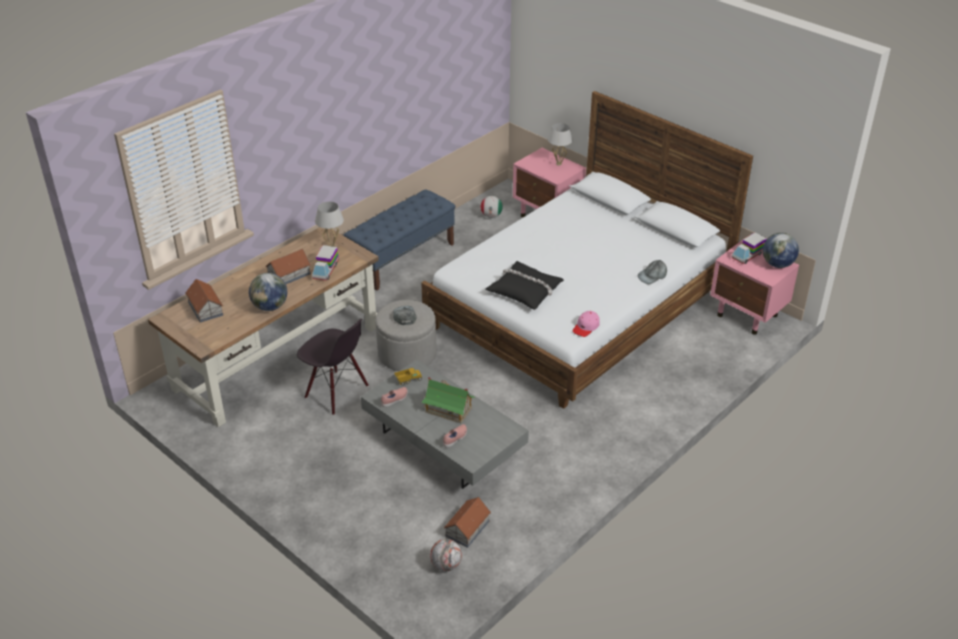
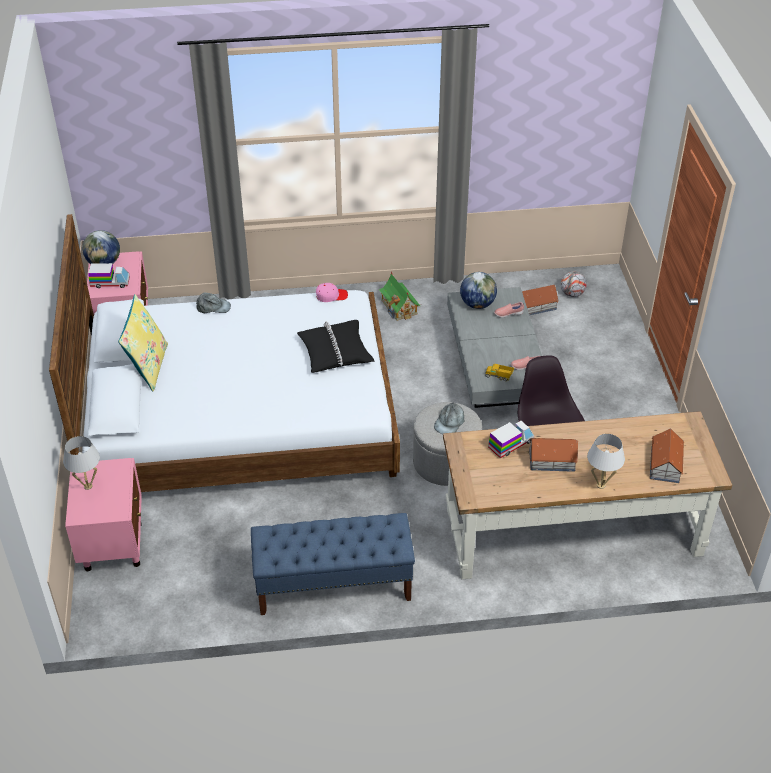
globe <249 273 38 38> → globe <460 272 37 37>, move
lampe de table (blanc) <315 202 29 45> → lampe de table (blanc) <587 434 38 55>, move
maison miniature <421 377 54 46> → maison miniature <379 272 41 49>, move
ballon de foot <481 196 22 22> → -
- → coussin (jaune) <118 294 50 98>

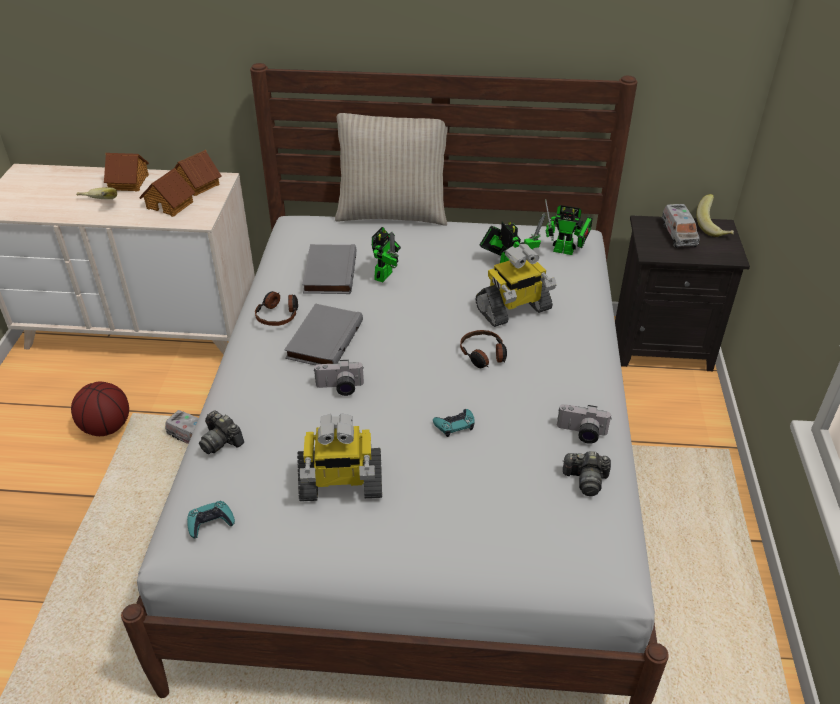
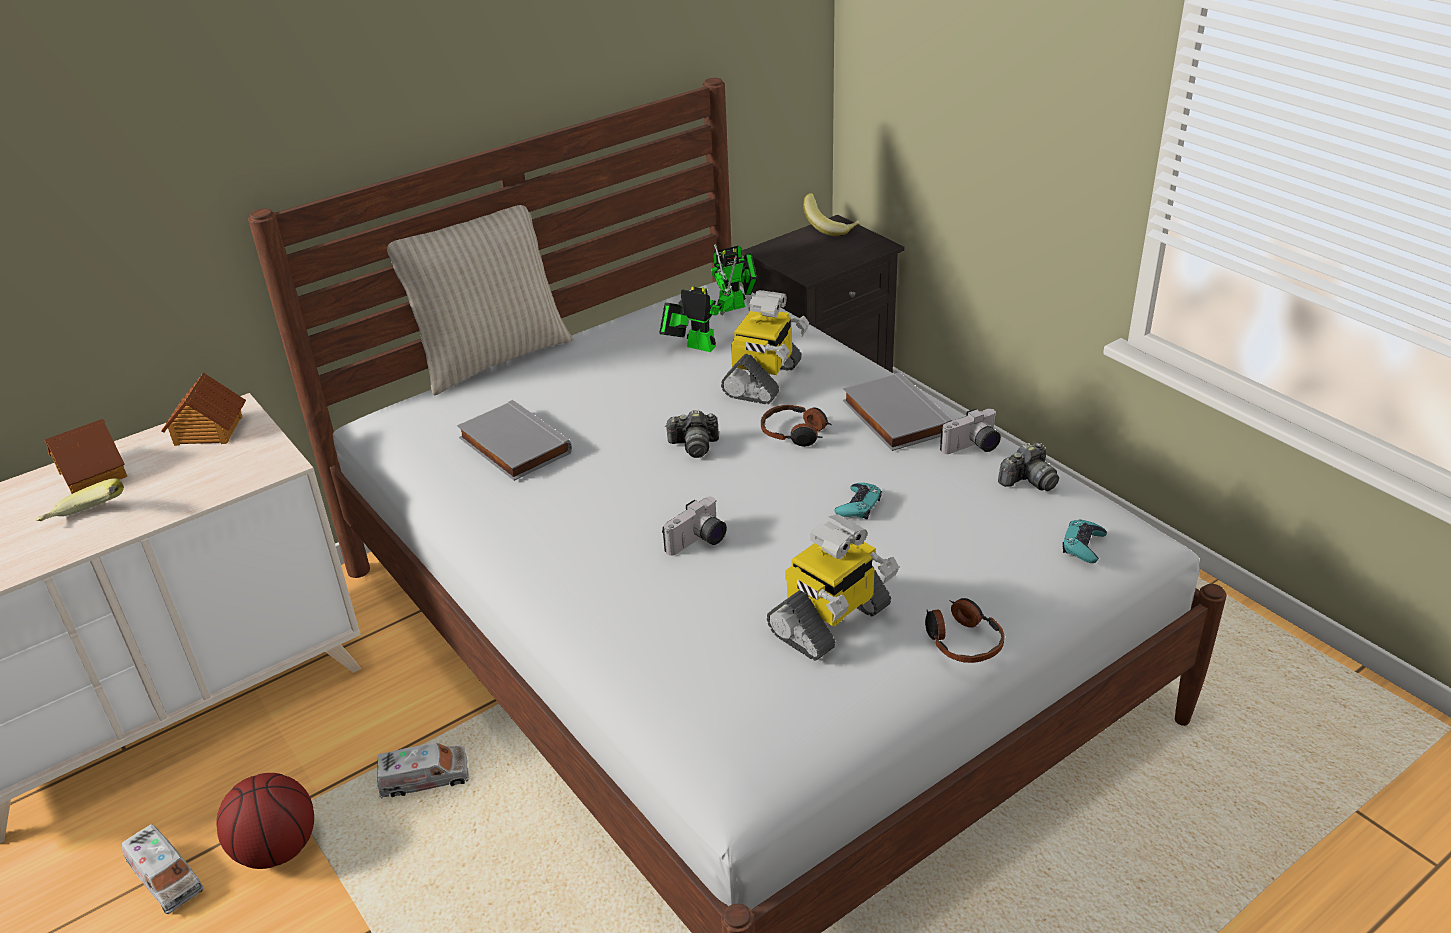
maison miniature <139 168 57 49> → -
manette (turquoise) <187 501 48 37> → manette (turquoise) <1062 519 45 44>, move
appareil photo <199 410 45 44> → appareil photo <665 410 54 48>, move
casque audio <255 291 43 35> → casque audio <925 598 79 65>, move
livre (gris) <284 303 79 62> → livre (gris) <843 372 109 79>, move
robot jouet <372 227 29 55> → -
camion jouet <661 204 39 44> → camion jouet <122 824 81 90>, move

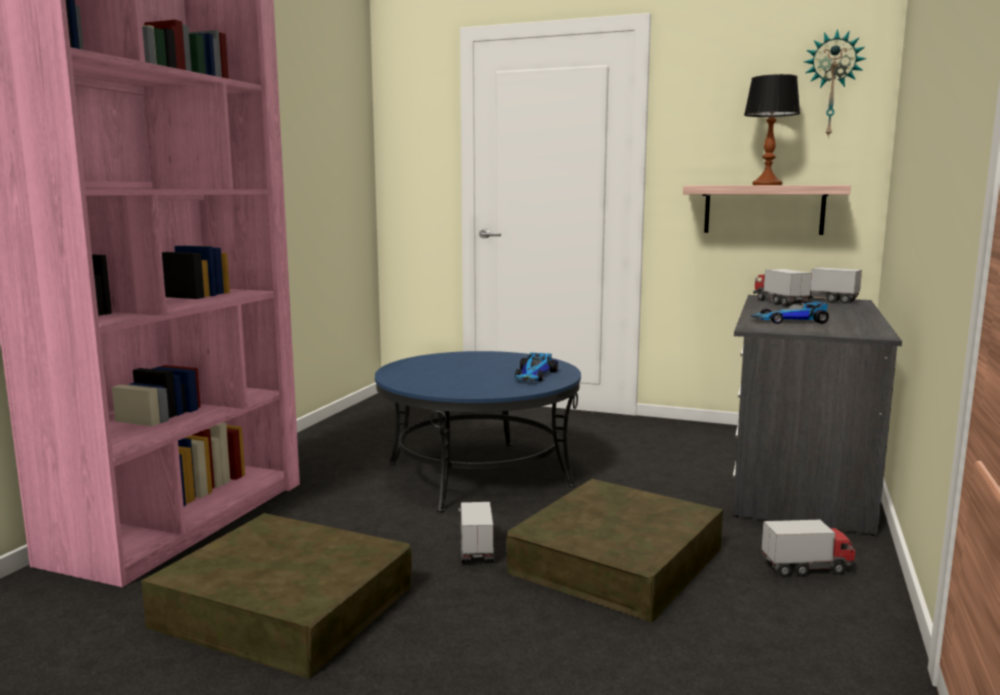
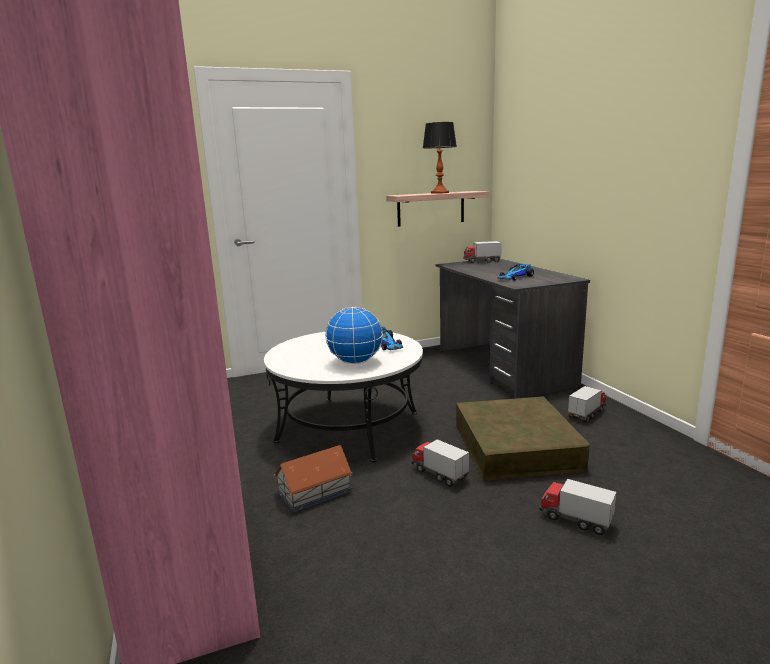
boîte de rangement (marron) <141 513 271 165> → -
table basse (bleu) <375 351 206 162> → table basse (blanc) <264 332 159 130>
camion jouet <753 269 59 37> → camion jouet <540 479 77 56>, move
horloge murale <804 29 63 110> → -
- → maison miniature <274 445 79 68>
- → globe <325 307 58 57>

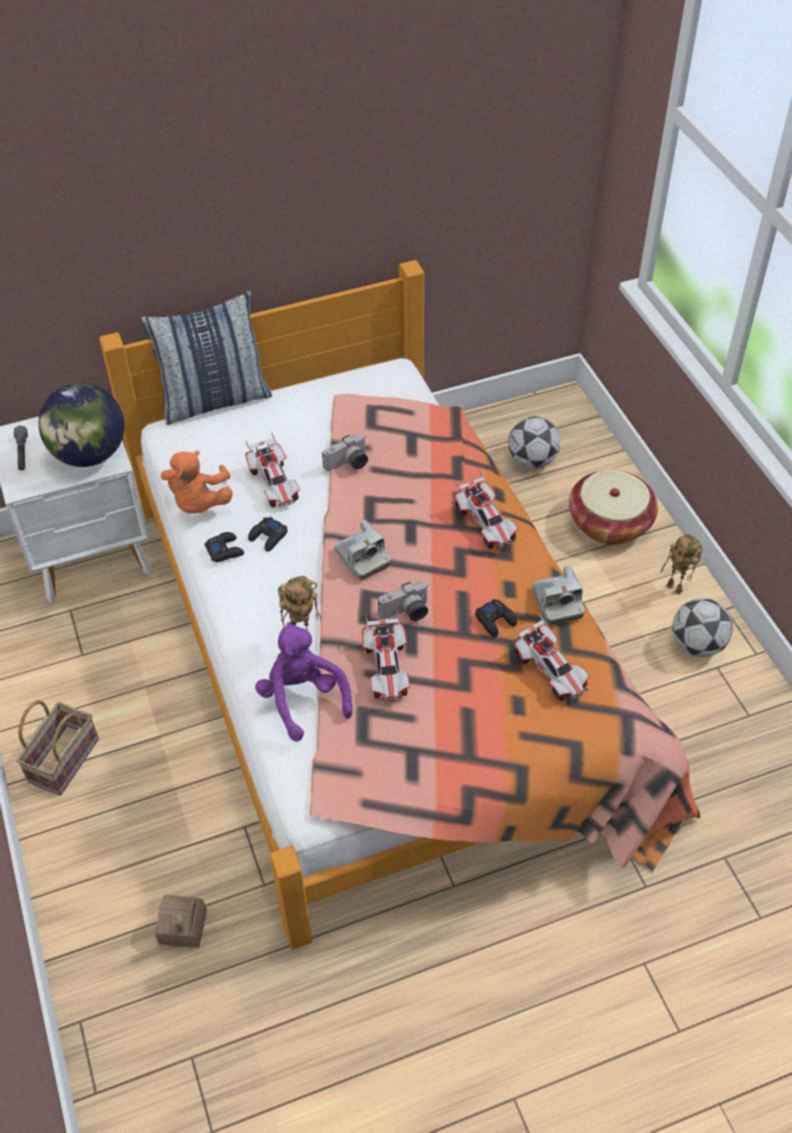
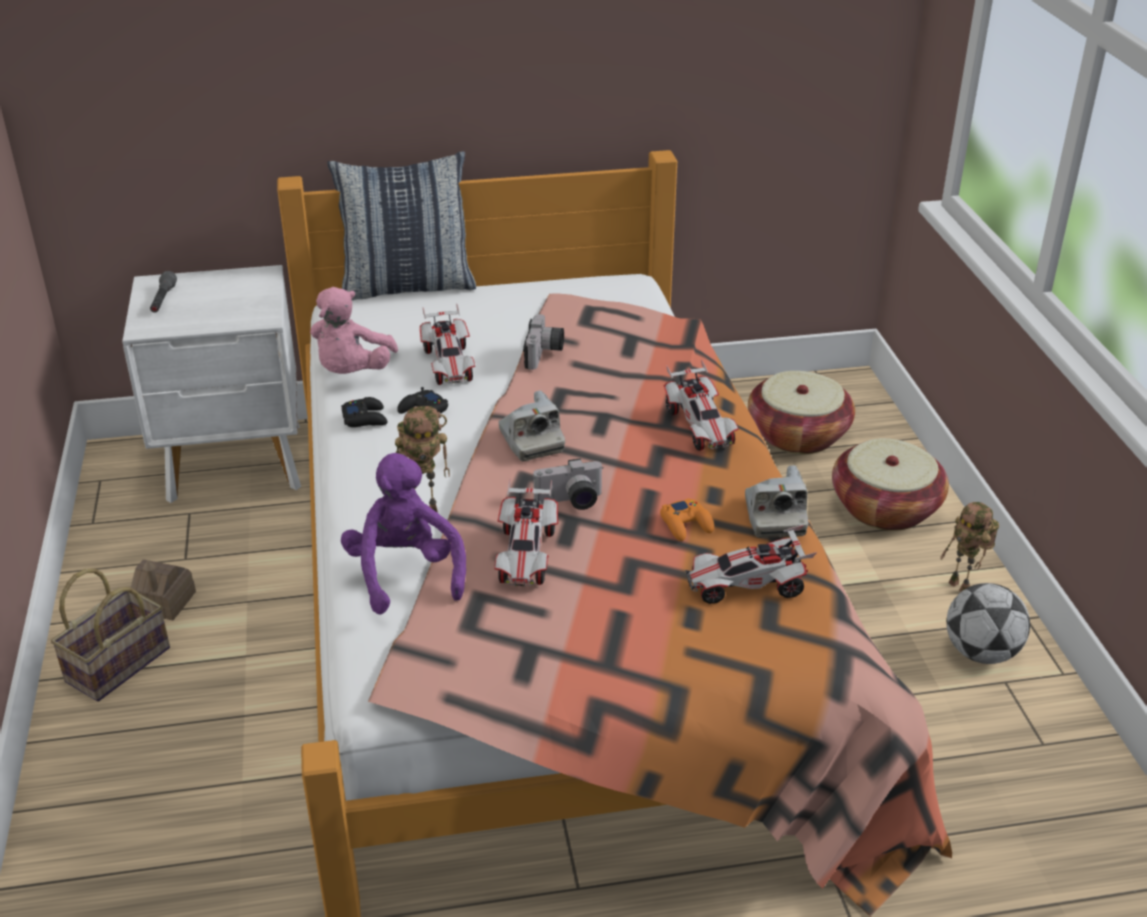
globe <39 383 85 84> → -
maison miniature <155 895 52 53> → maison miniature <131 560 65 60>, move
peluche (orange) <161 451 72 63> → peluche (rose) <310 287 88 87>
appareil photo <322 433 46 38> → appareil photo <523 314 41 56>, 60 degrees counterclockwise
manette (noir) <475 599 42 38> → manette (orange) <660 498 54 43>
ballon de foot <508 416 52 53> → panier <748 371 107 83>
petite voiture <513 613 77 88> → petite voiture <685 525 132 79>, 105 degrees clockwise

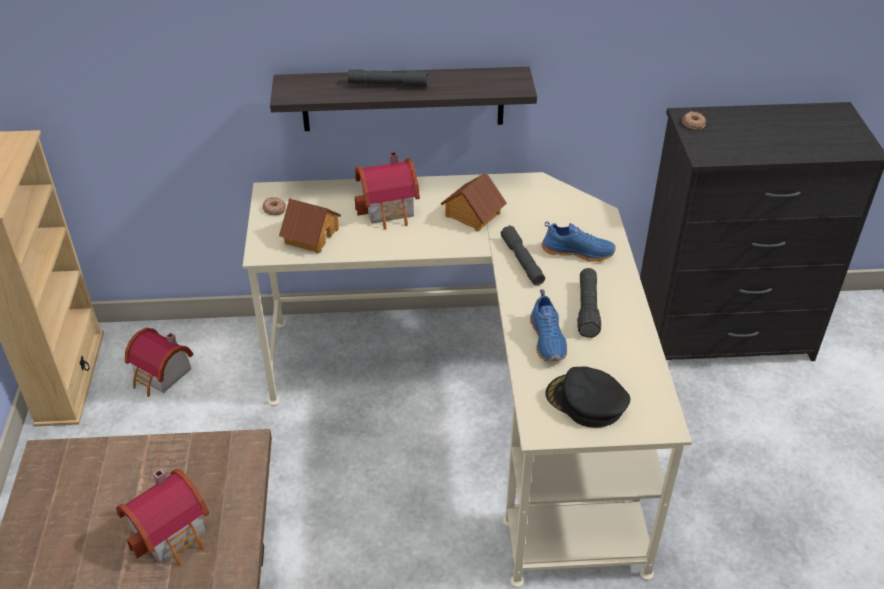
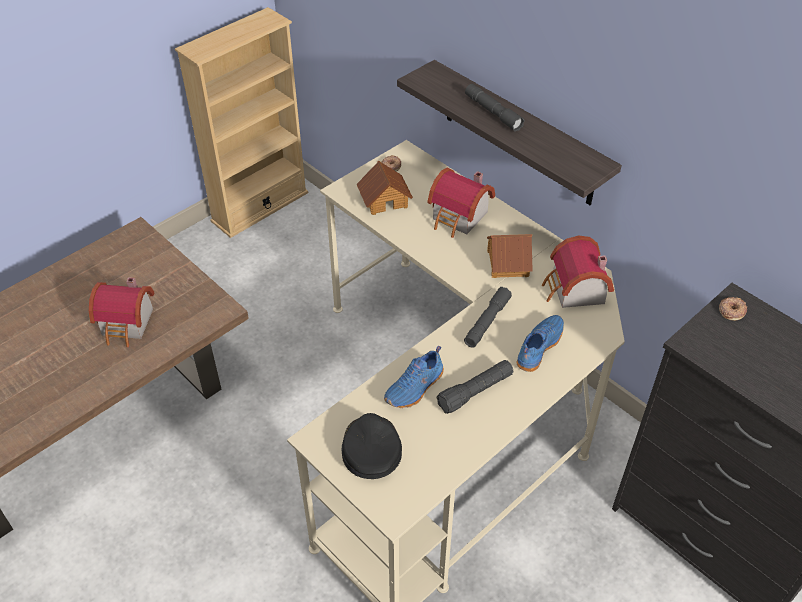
maison miniature <125 328 69 69> → maison miniature <542 235 72 73>, move
chaussure (bleu) <541 222 75 40> → chaussure (bleu) <516 315 48 57>, 120 degrees counterclockwise

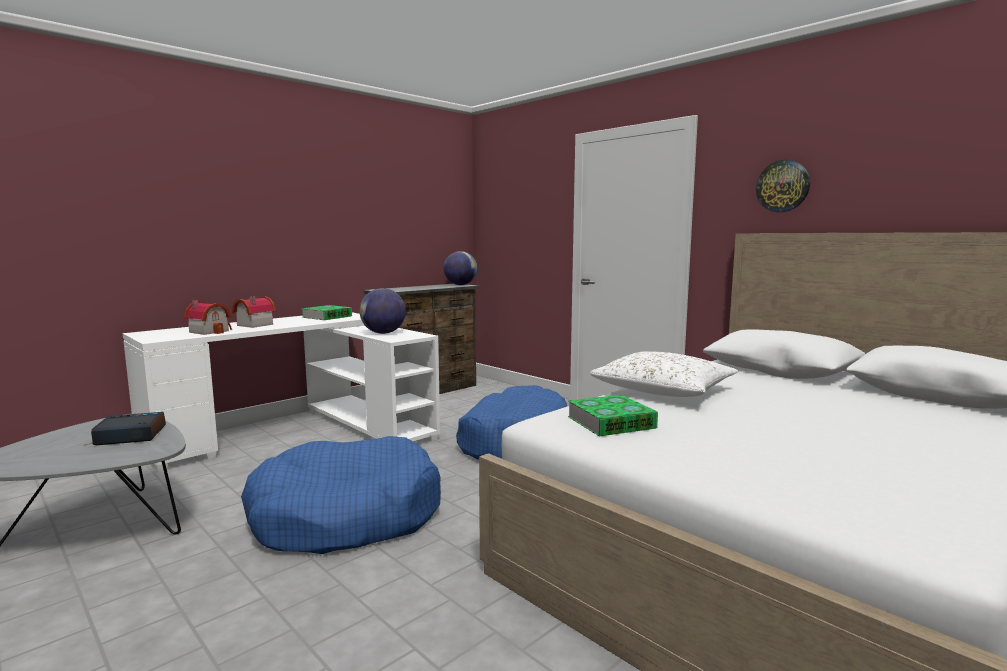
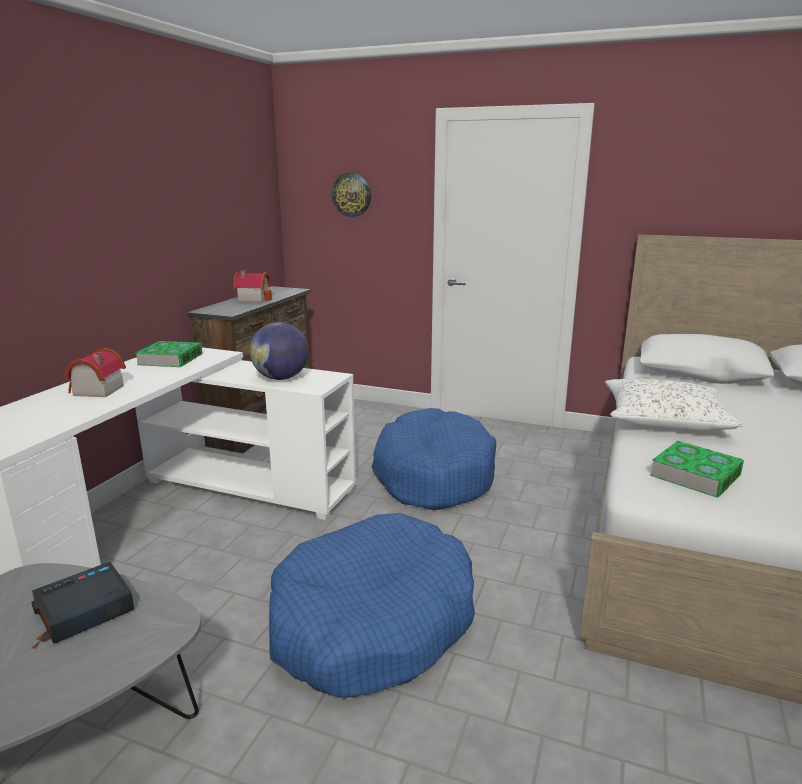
maison miniature <184 300 48 35> → maison miniature <233 271 39 31>, move
globe <443 251 34 34> → -
horloge murale <756 160 54 52> → horloge murale <332 173 39 44>, move

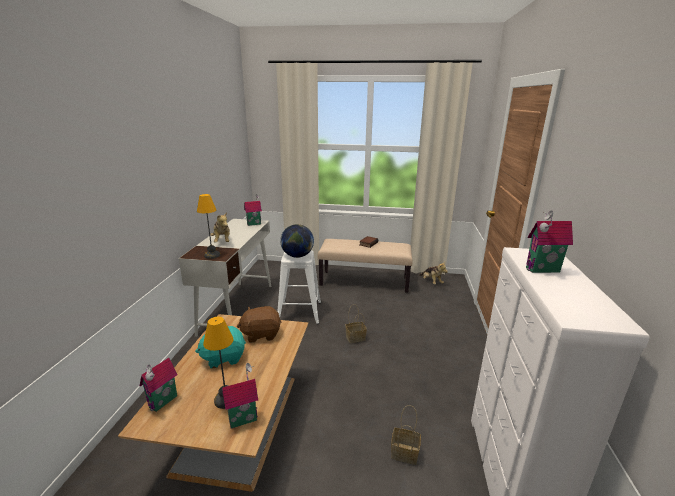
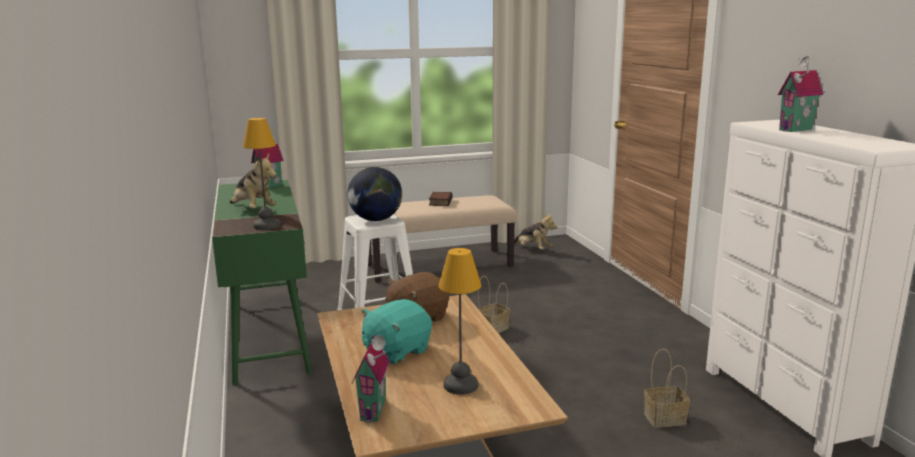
bureau (blanc) <179 219 92 118> → bureau (vert) <212 180 100 205>
maison miniature <222 363 36 66> → -

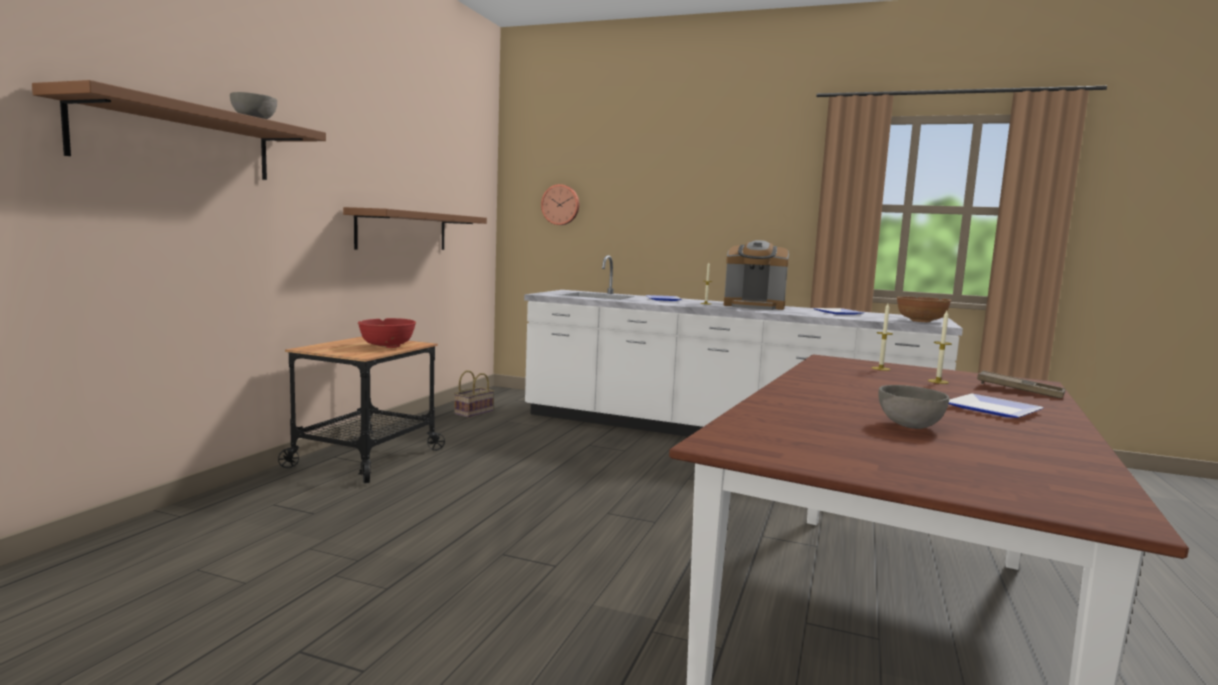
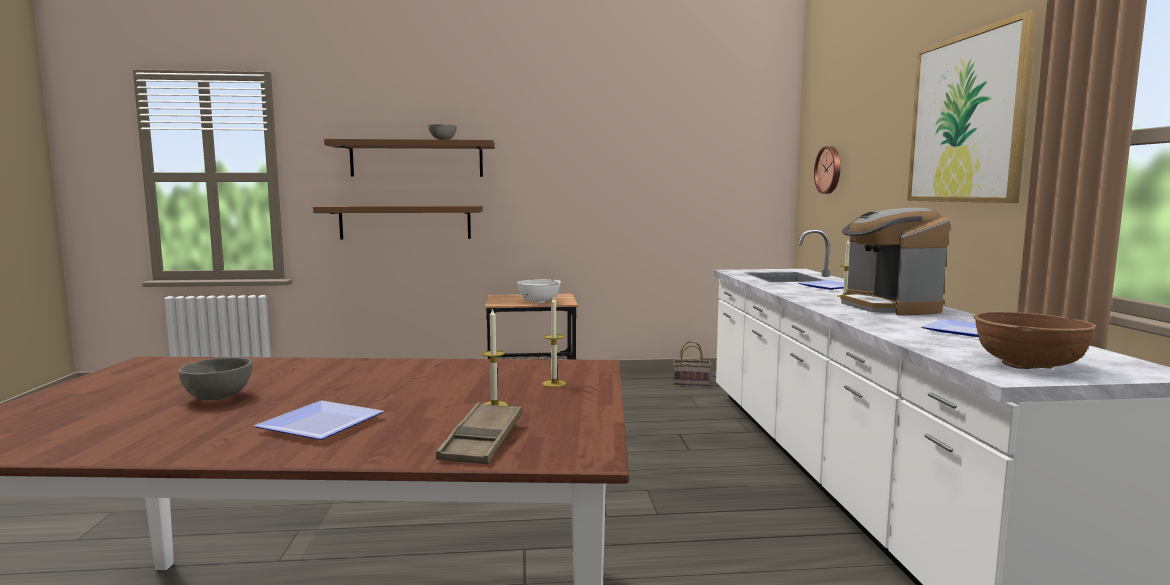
étagère (marron) <343 207 144 43> → étagère (marron) <313 206 170 34>, move
bol (rouge) <358 318 58 30> → bol (blanc) <517 279 44 24>
- → tableau <907 11 130 192>

